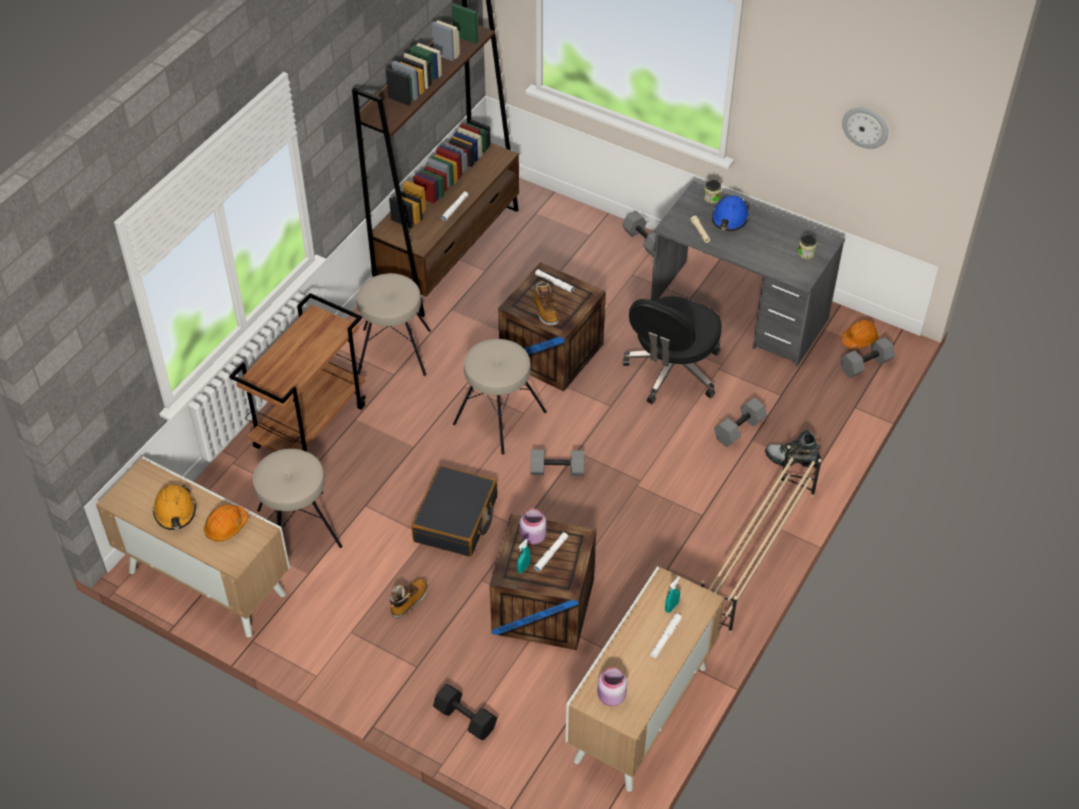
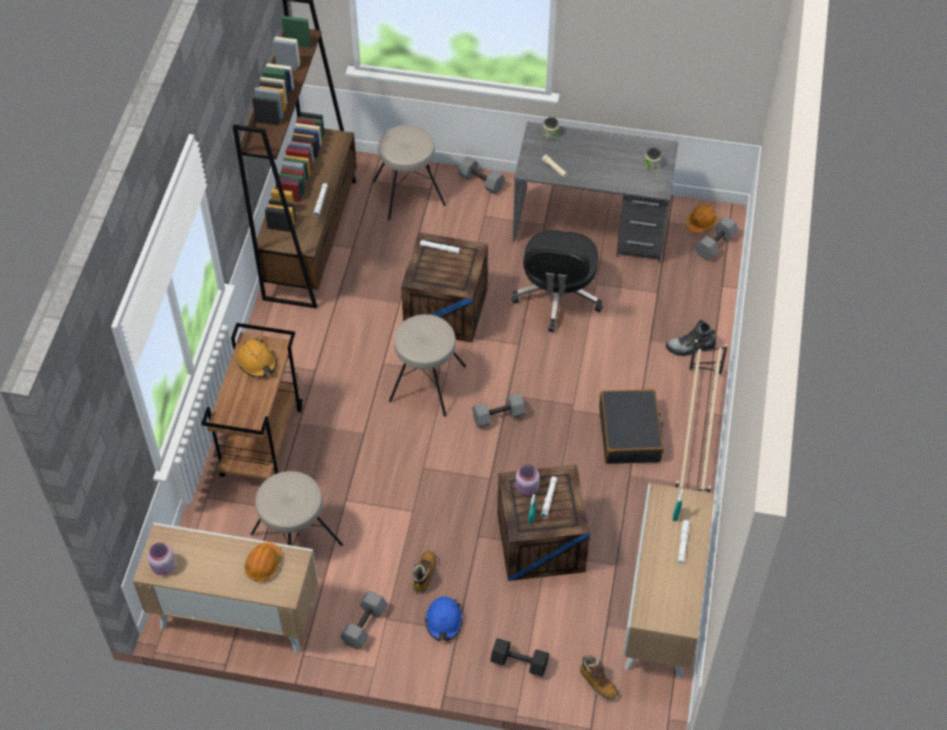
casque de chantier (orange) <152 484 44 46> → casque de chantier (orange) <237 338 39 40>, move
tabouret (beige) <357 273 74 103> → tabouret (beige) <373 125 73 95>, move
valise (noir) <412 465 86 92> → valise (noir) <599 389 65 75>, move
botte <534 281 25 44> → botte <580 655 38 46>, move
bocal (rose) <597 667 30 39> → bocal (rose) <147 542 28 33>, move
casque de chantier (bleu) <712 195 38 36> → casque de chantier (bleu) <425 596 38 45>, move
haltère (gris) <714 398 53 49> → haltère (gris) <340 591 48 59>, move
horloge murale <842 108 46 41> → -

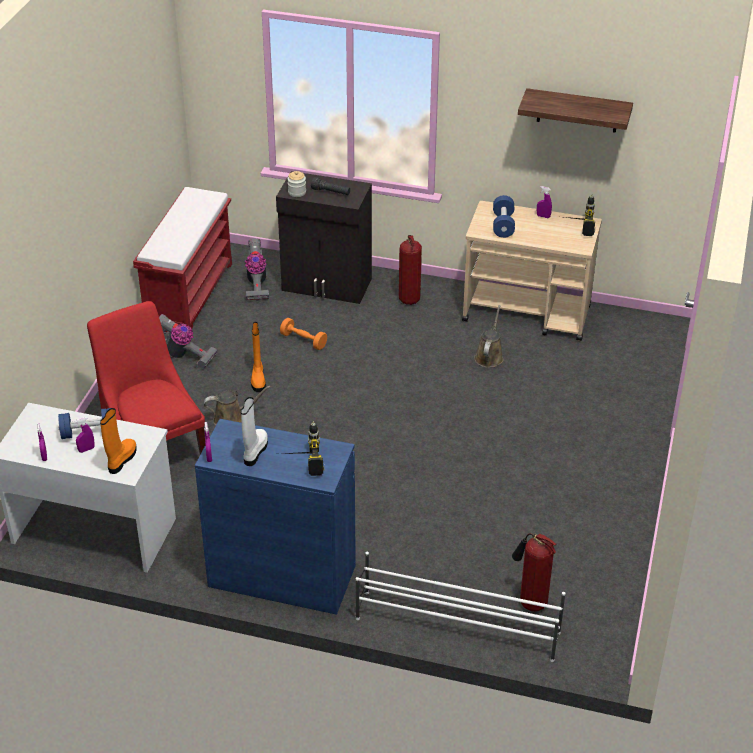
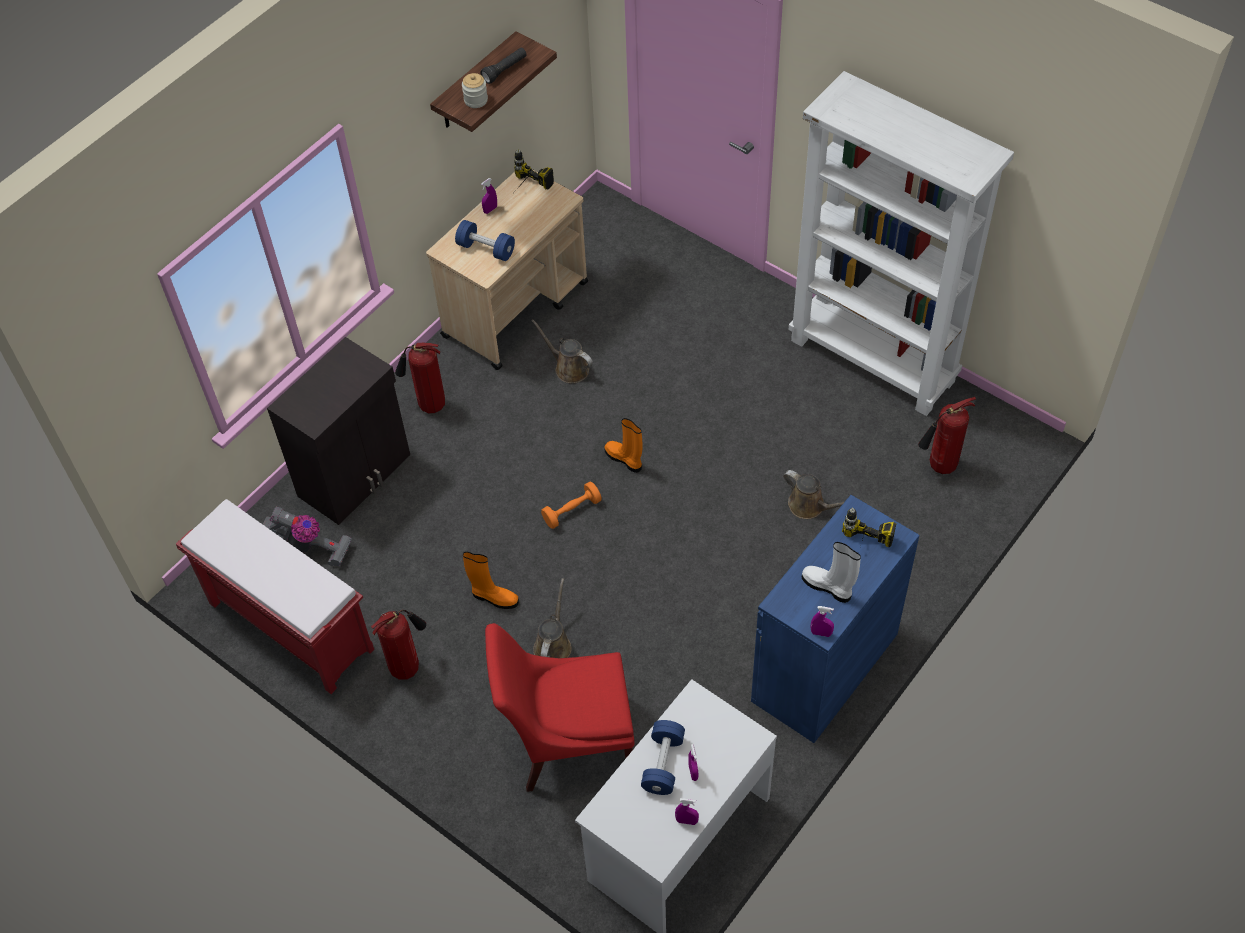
botte (orange) <100 408 37 66> → botte (orange) <604 418 38 55>, move
aspirateur <159 314 58 54> → extincteur <371 610 55 70>
haltère (orange) <280 318 47 32> → haltère (orange) <541 482 61 47>, move
bocal <287 171 19 26> → bocal <462 73 26 35>, move
lampe de poche (noir) <311 177 39 18> → lampe de poche (noir) <480 48 47 36>, move
étagère à chaussures (blanc) <356 552 210 110> → -
- → arrosoir (marron) <783 470 61 49>
- → bibliothèque (blanc) <788 71 226 345>

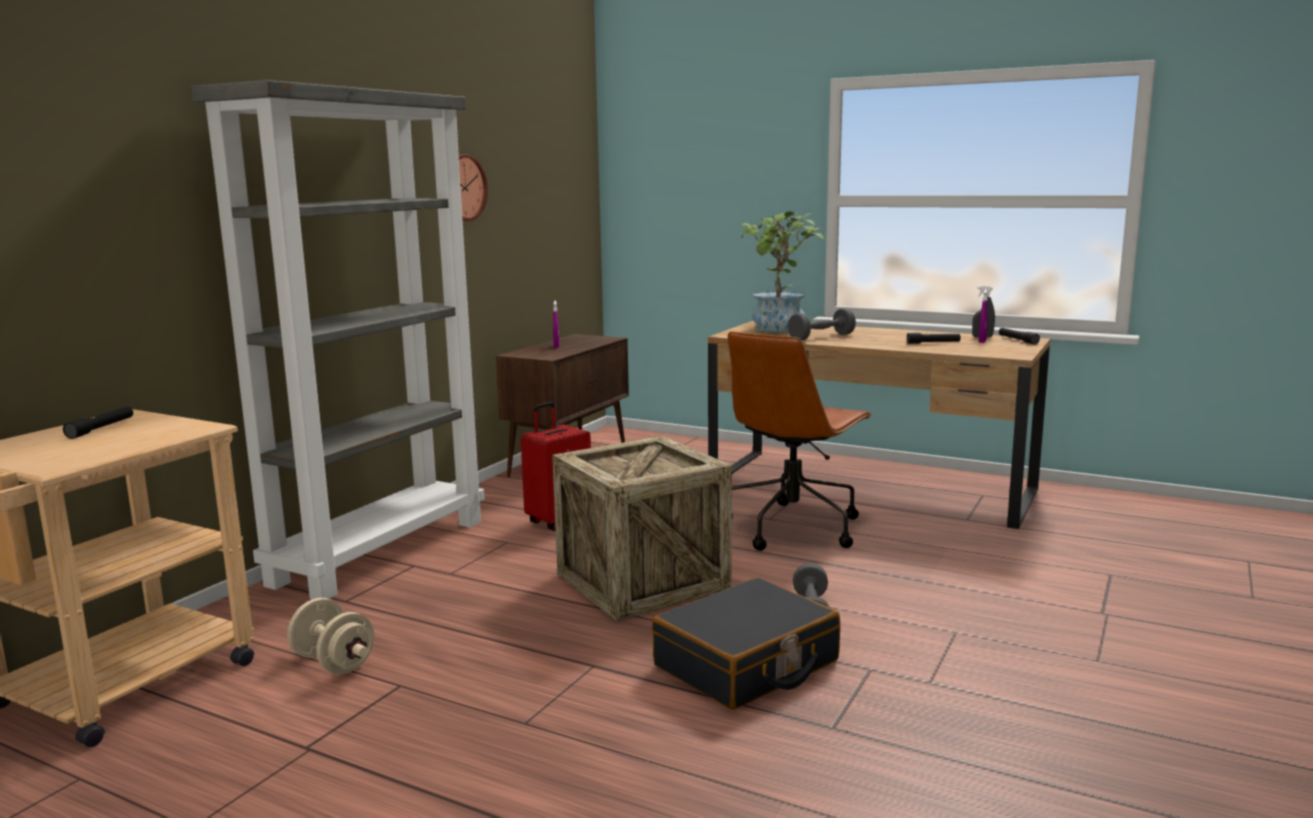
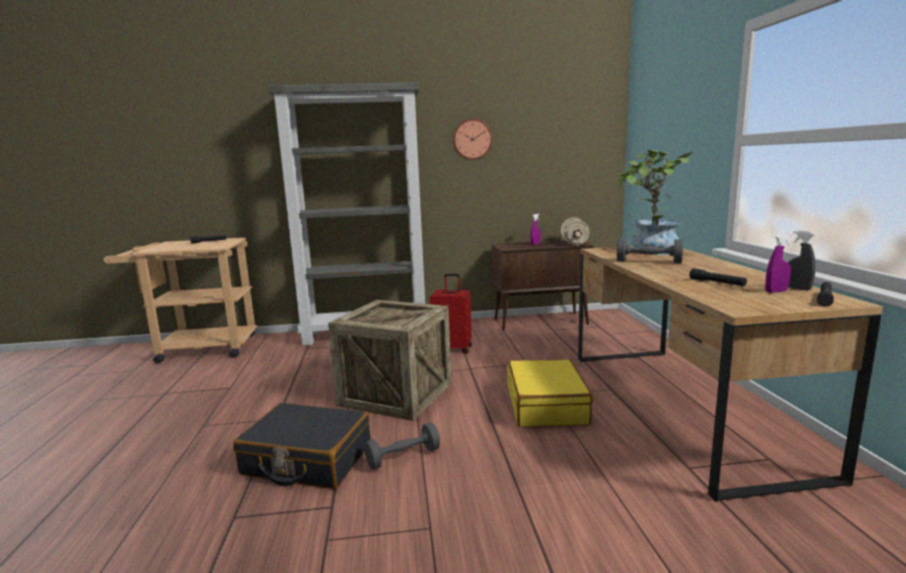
haltère (beige) <287 598 87 77> → haltère (beige) <561 217 29 29>, move
chaise de bureau (marron) <728 332 145 219> → valise (jaune) <507 359 86 68>

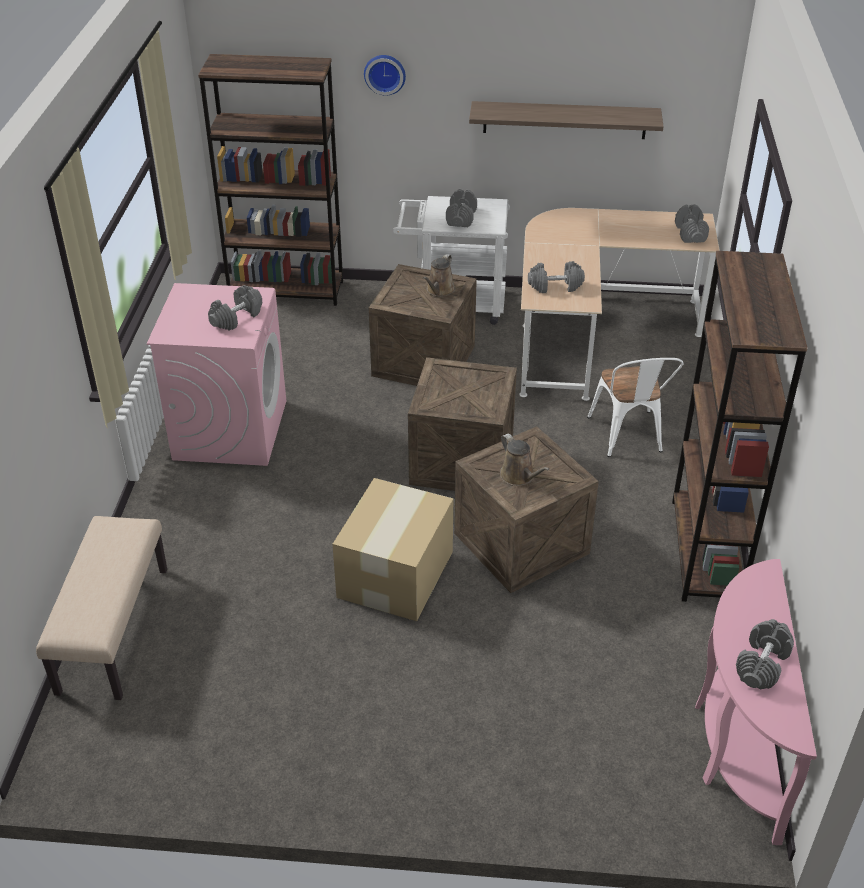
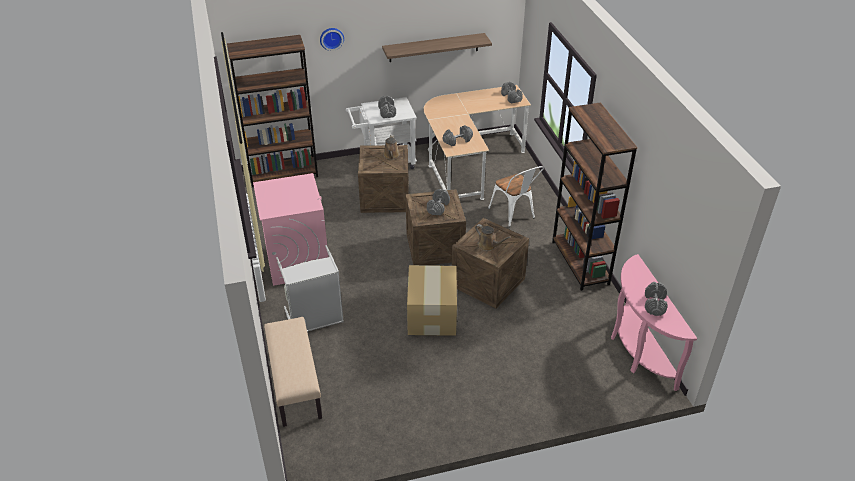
haltère (gris) <208 285 54 46> → haltère (gris) <427 189 23 26>, move
- → panier à linge (gris) <276 245 68 87>

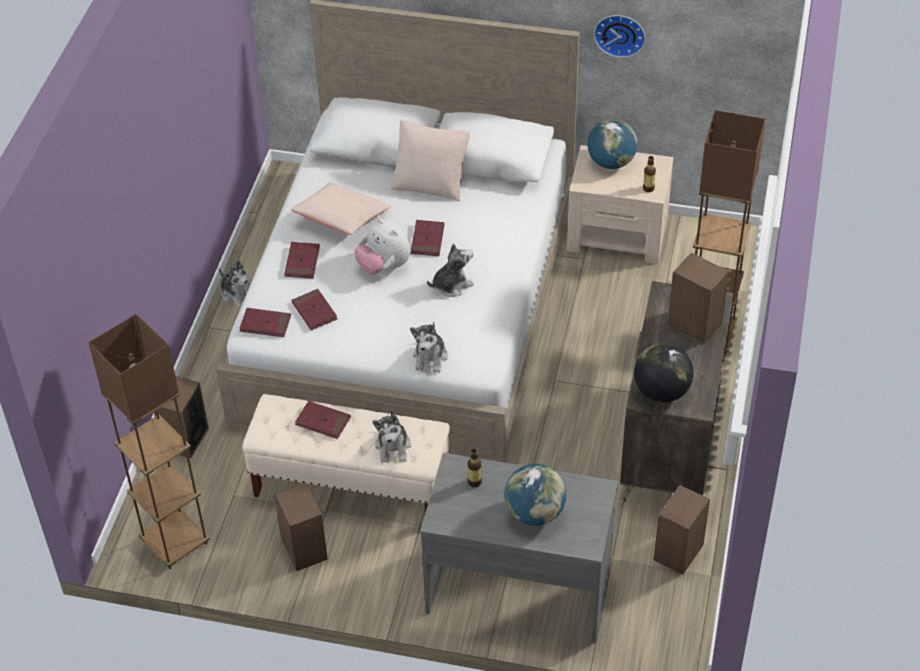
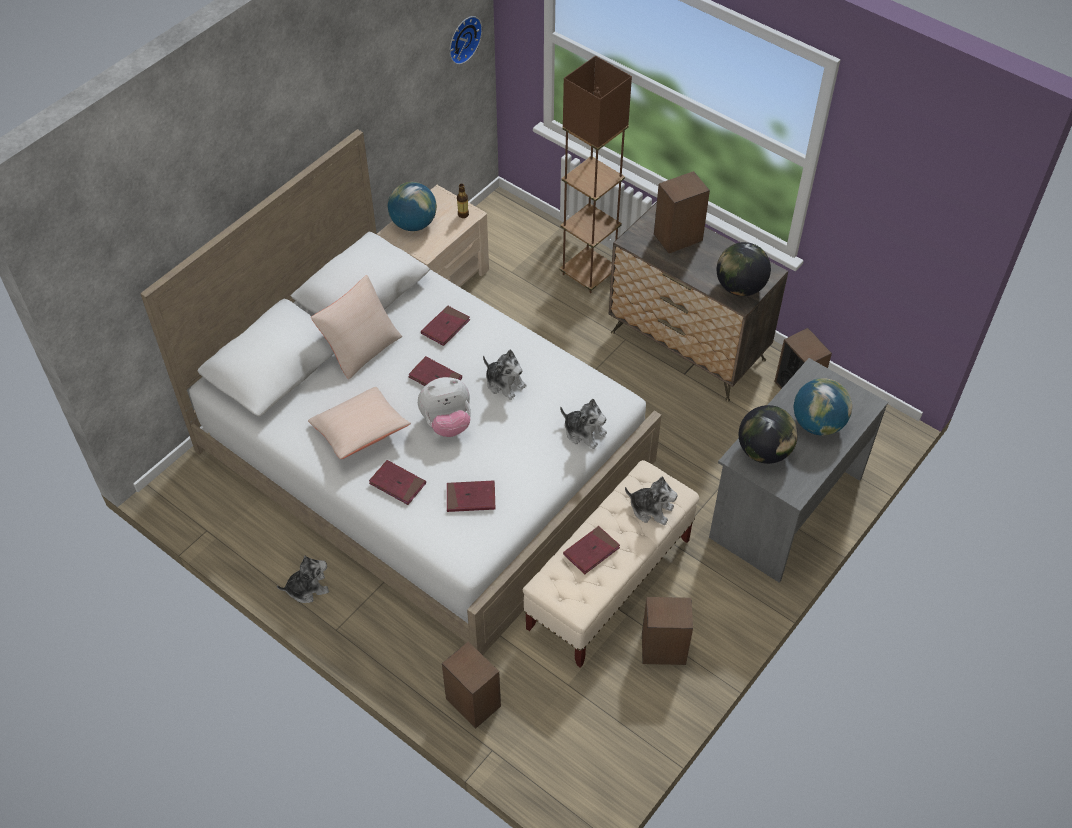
lampadaire (marron) <88 314 122 255> → -
livre (rouge) <239 308 52 29> → livre (rouge) <421 306 49 40>, move
peluche <427 243 47 54> → peluche <483 350 43 50>, 135 degrees clockwise
bouteille <468 449 14 38> → globe <739 405 59 59>
horloge murale <594 15 51 43> → horloge murale <449 16 34 49>, move

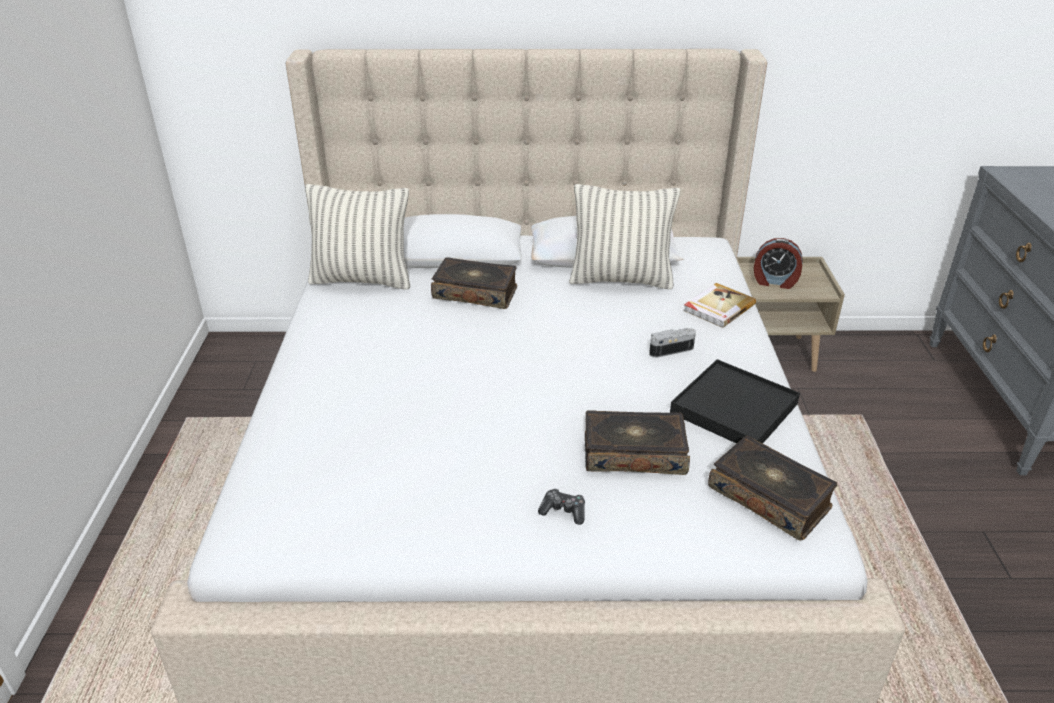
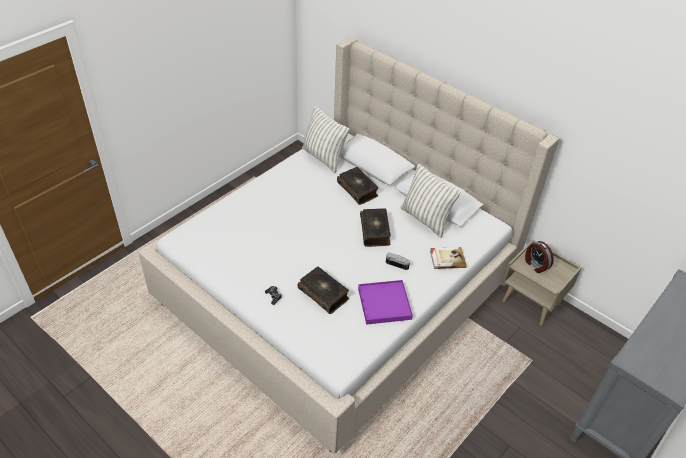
plateau (noir) <670 359 130 84> → plateau (violet) <358 280 55 45>
livre <708 436 129 105> → livre <360 208 31 39>, move

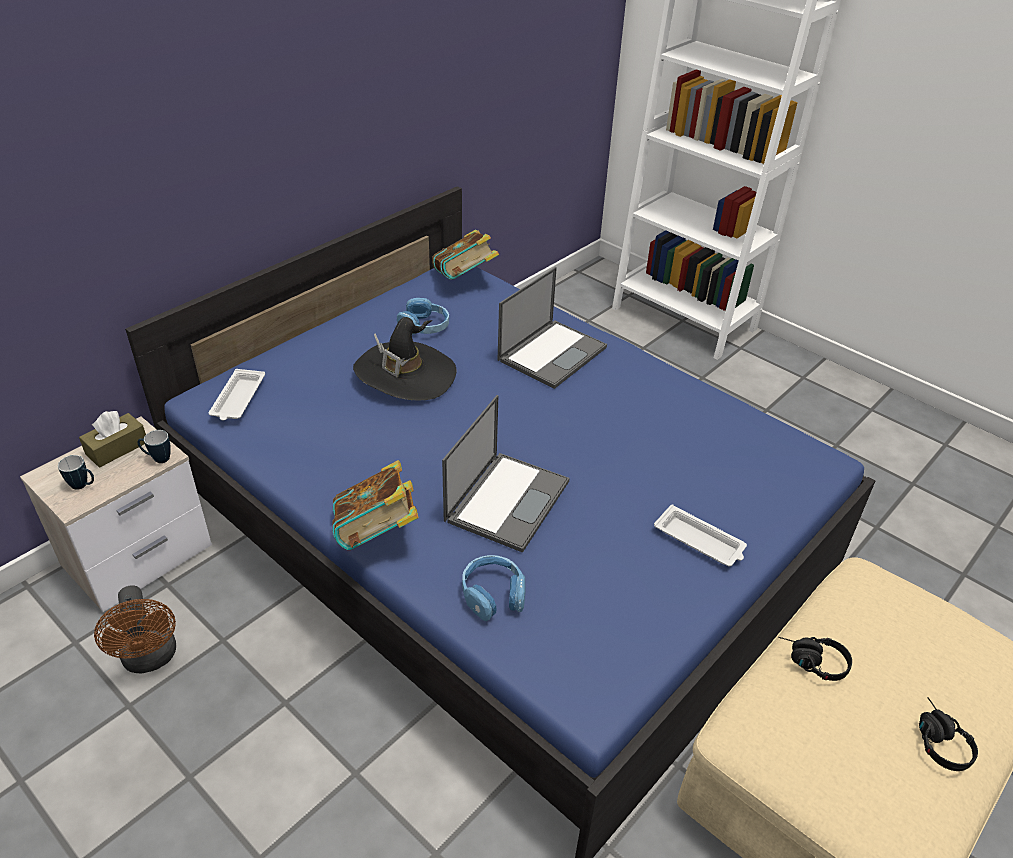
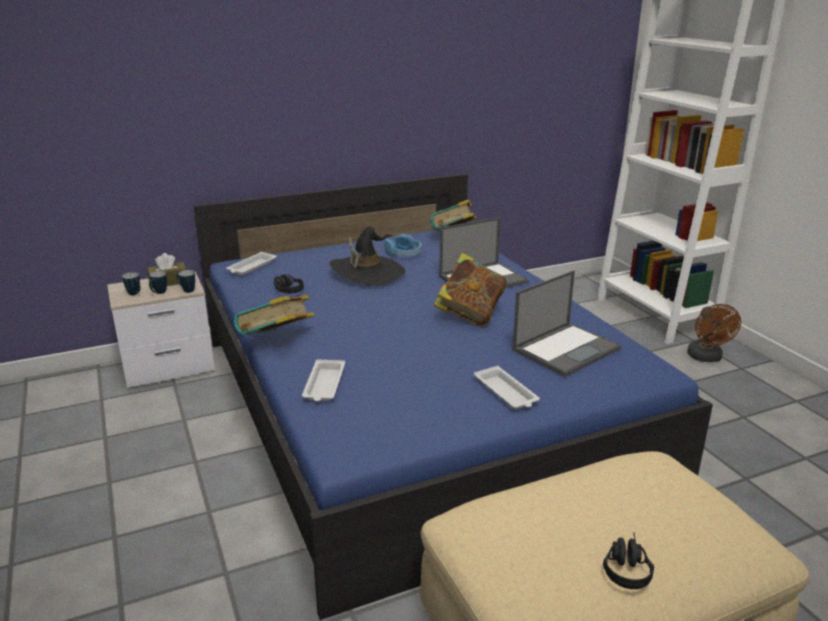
ventilateur (marron) <94 585 82 88> → ventilateur (marron) <687 304 54 58>, move
ordinateur portable <442 395 127 158> → ordinateur portable <512 270 109 107>, move
casque audio (bleu) <462 555 64 66> → plateau (blanc) <302 360 43 41>
casque audio (noir) <778 637 74 44> → casque audio (noir) <274 274 30 19>, move
- → mug <149 271 18 23>
- → livre <434 253 72 74>

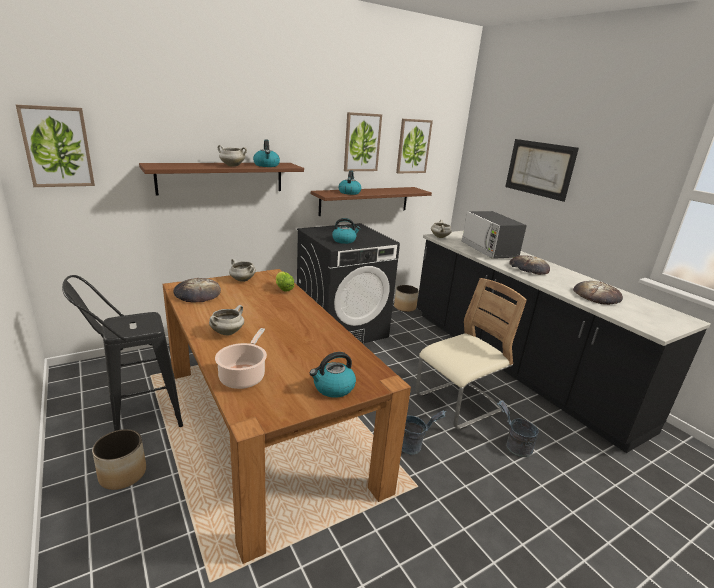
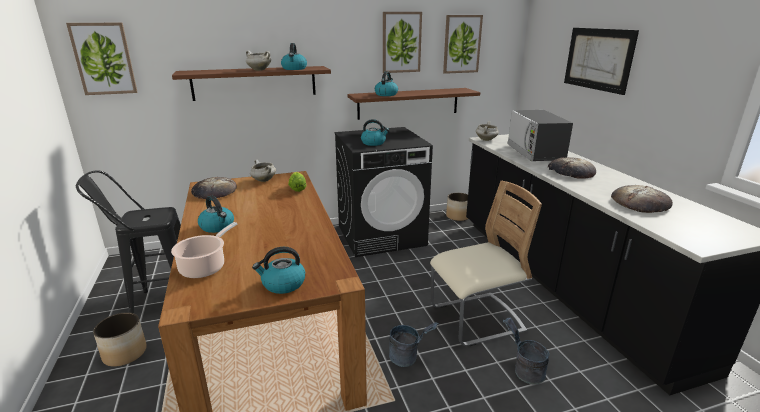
marmite (blanc) <209 305 35 30> → bouilloire <198 196 36 37>

